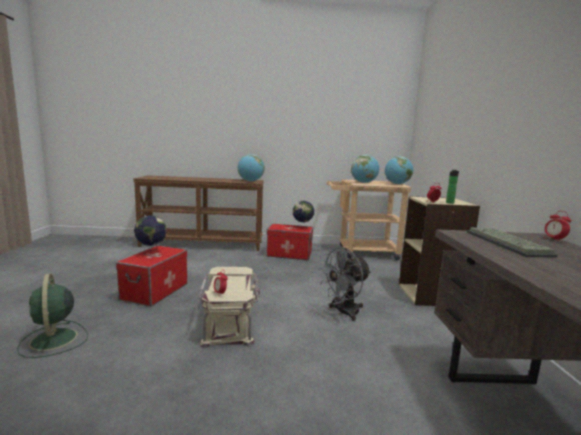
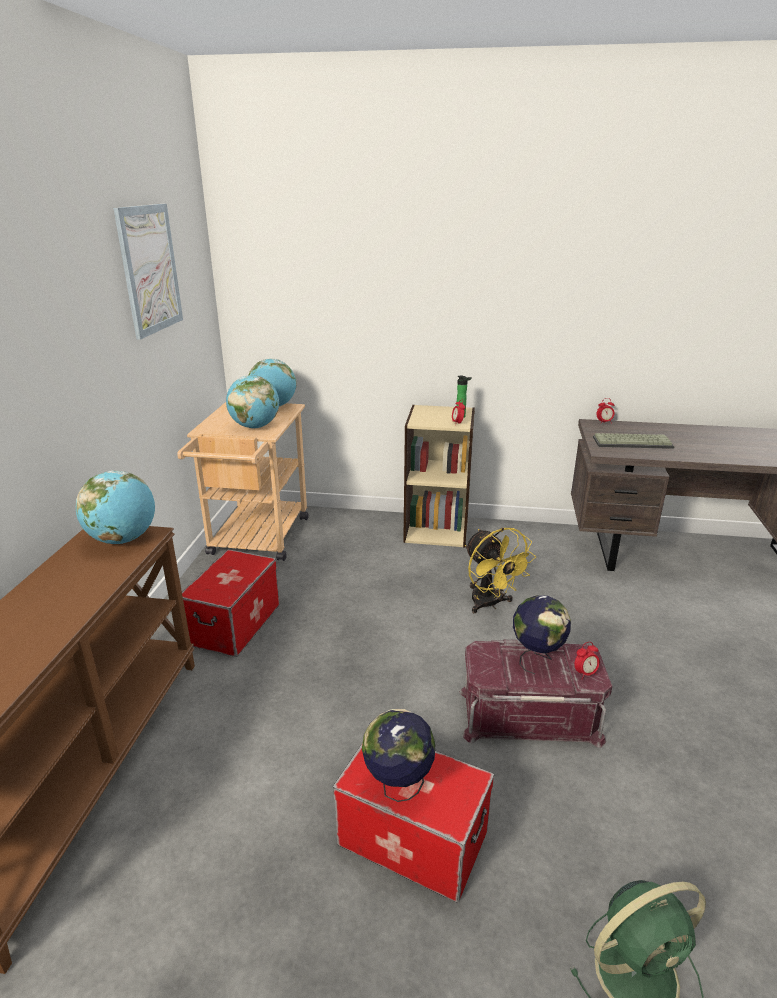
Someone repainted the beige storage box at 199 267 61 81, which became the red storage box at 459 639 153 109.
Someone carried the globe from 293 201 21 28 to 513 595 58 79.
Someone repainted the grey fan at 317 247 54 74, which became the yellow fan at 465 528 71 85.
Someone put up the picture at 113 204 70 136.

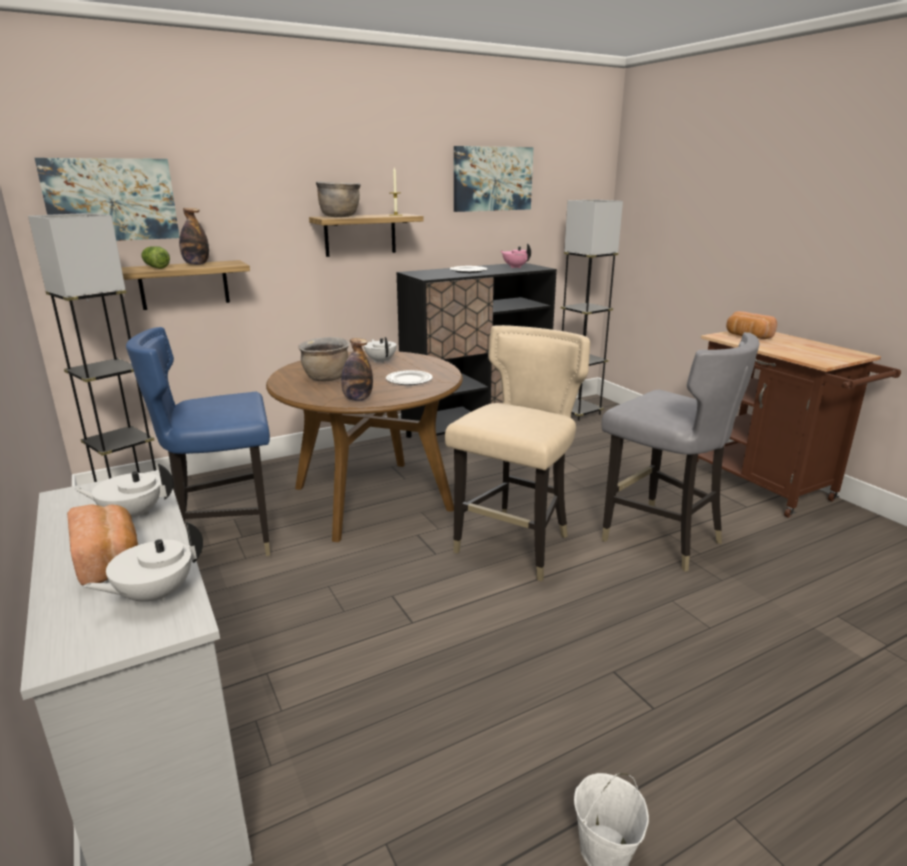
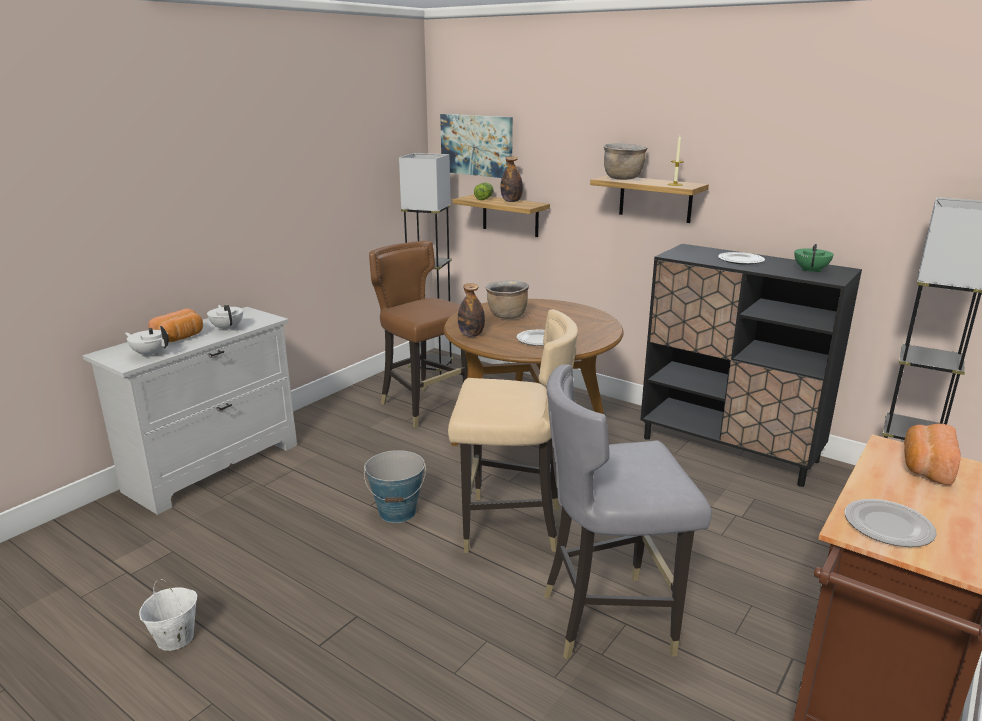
Someone repainted the blue chair at 126 327 144 229, which became the brown chair at 369 241 99 186.
Someone took away the white teapot at 364 337 33 26.
Someone took away the picture at 454 146 79 66.
Someone repainted the pink teapot at 501 244 30 24, which became the green teapot at 794 244 40 29.
Someone rotated the grey chair at 602 332 157 240 by 60 degrees clockwise.
Someone put down the bucket at 364 450 62 73.
Someone put down the plate at 845 499 92 48.

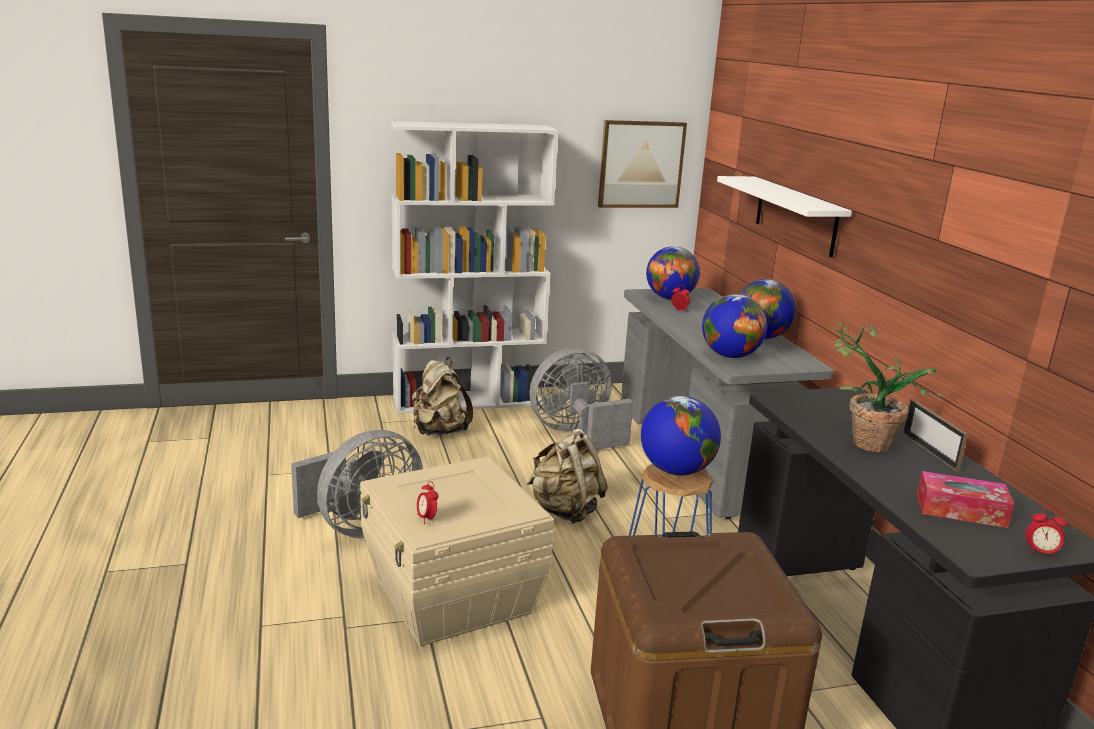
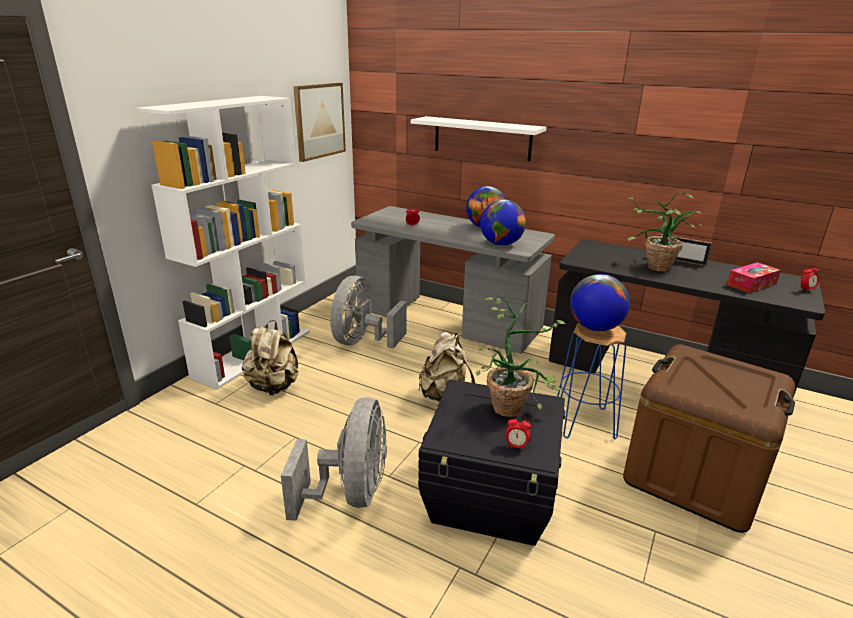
Someone repainted the beige storage box at 360 457 195 189, which became the black storage box at 418 379 147 167.
Someone took away the globe at 646 246 54 53.
Someone put down the potted plant at 475 297 90 120.

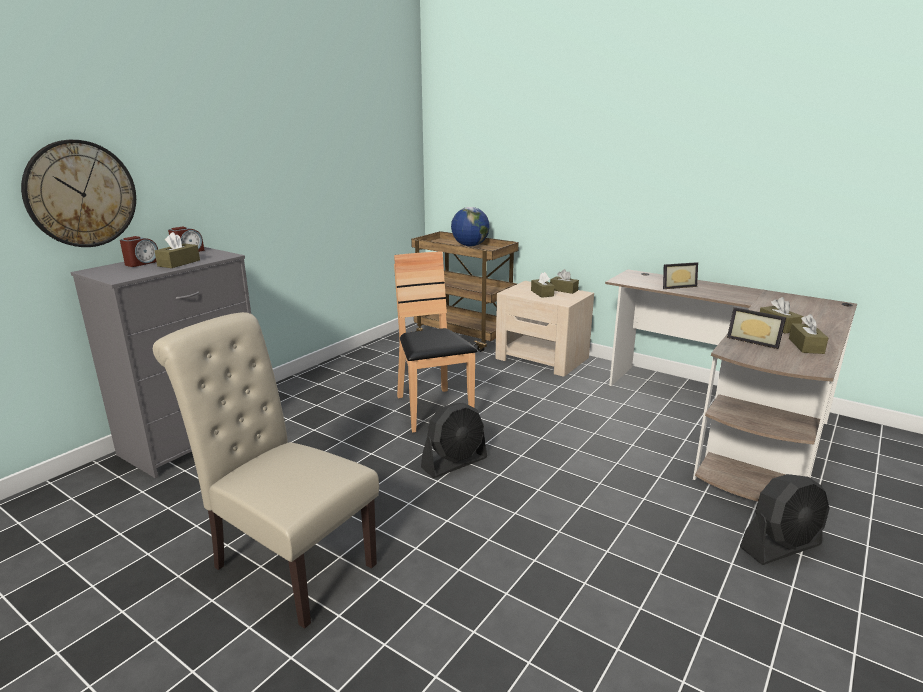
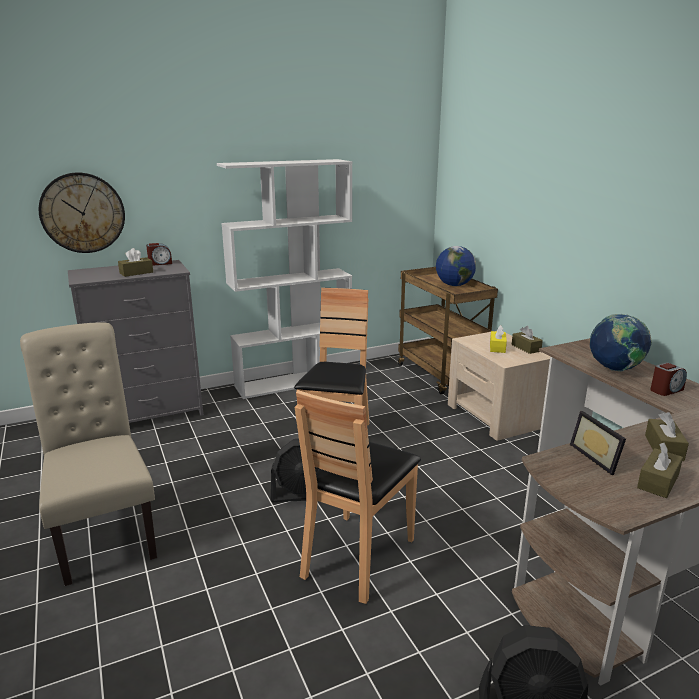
Someone carried the alarm clock from 120 236 38 31 to 650 362 37 34.
Someone repainted the brown tissue box at 531 272 24 26, which became the yellow tissue box at 490 326 17 27.
Someone swapped the picture frame at 663 262 35 27 for the globe at 590 314 62 58.
Someone put down the white bookcase at 217 159 135 240.
Someone put down the brown chair at 295 390 126 214.

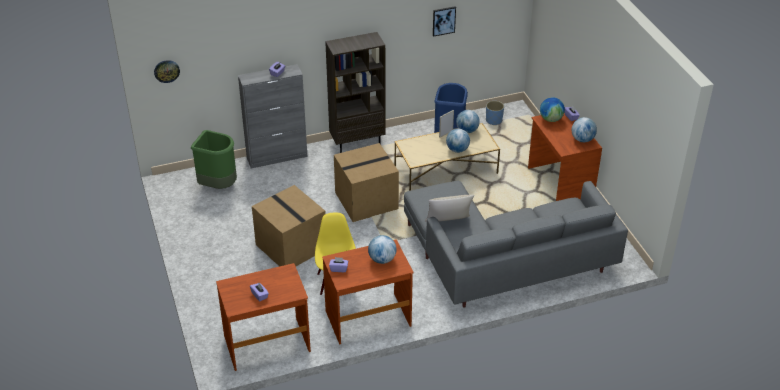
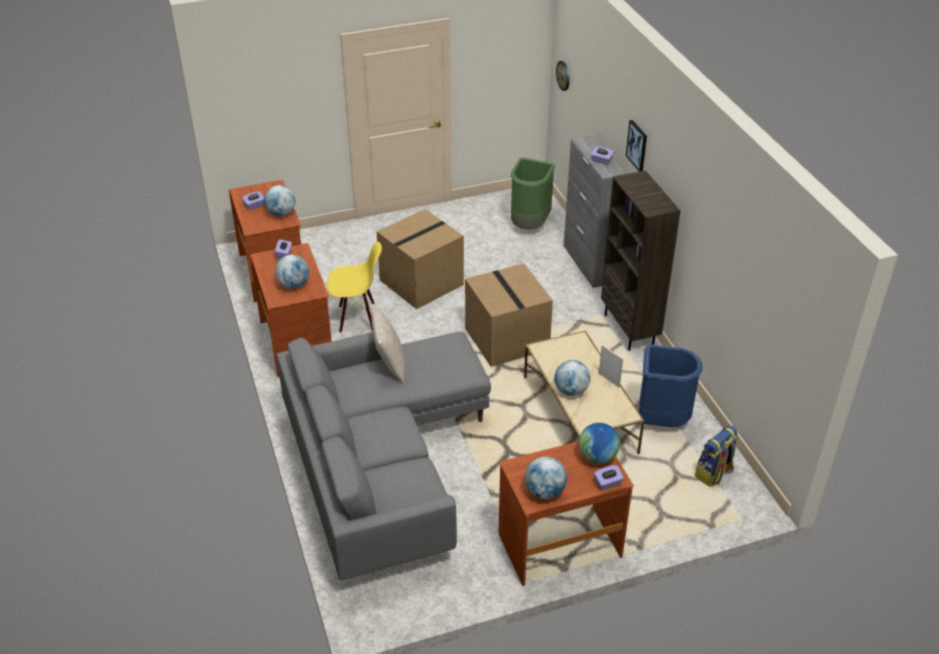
Someone carried the picture from 433 6 23 31 to 626 120 21 51.
Someone carried the globe from 456 110 24 23 to 264 185 31 32.
Someone swapped the blue planter at 486 101 18 24 for the backpack at 695 425 43 62.

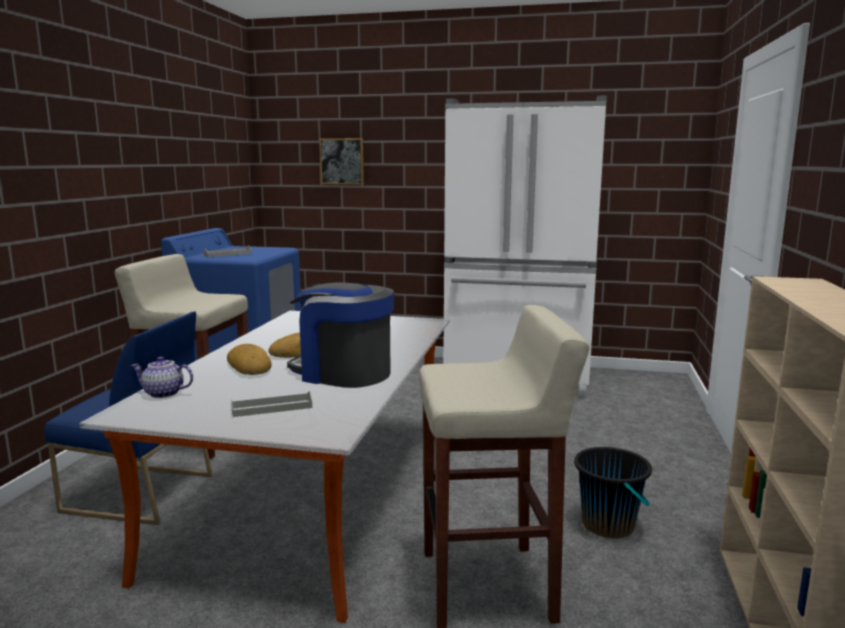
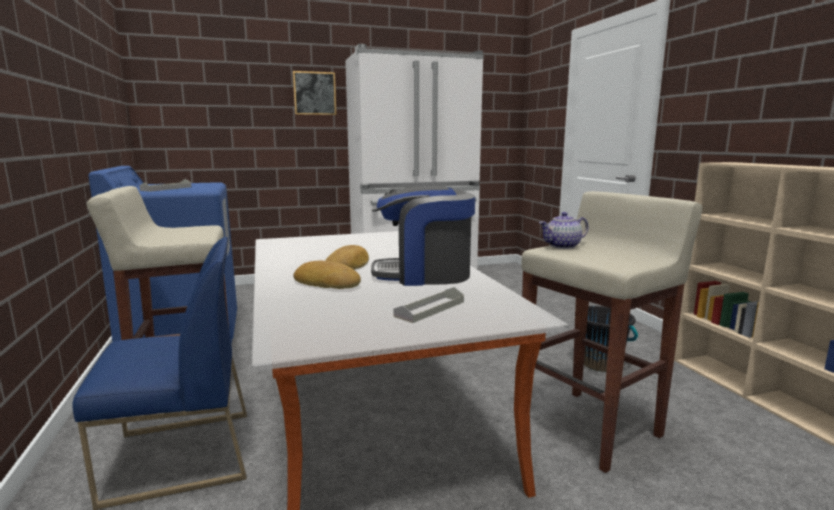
Someone carried the teapot from 131 356 62 42 to 539 212 49 37.
Someone carried the picture from 319 138 45 47 to 293 71 43 44.

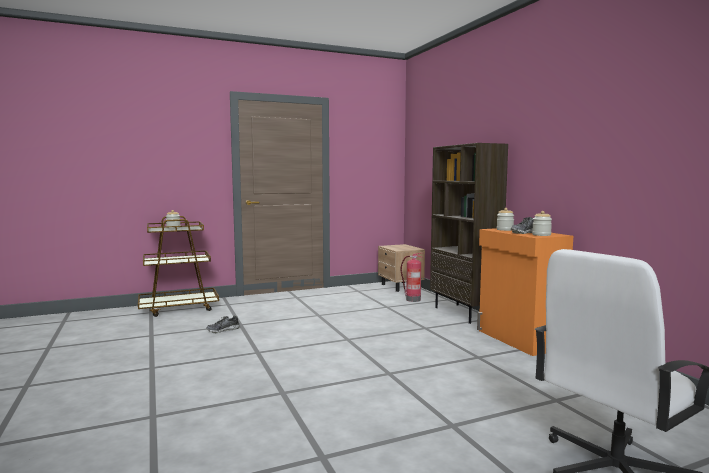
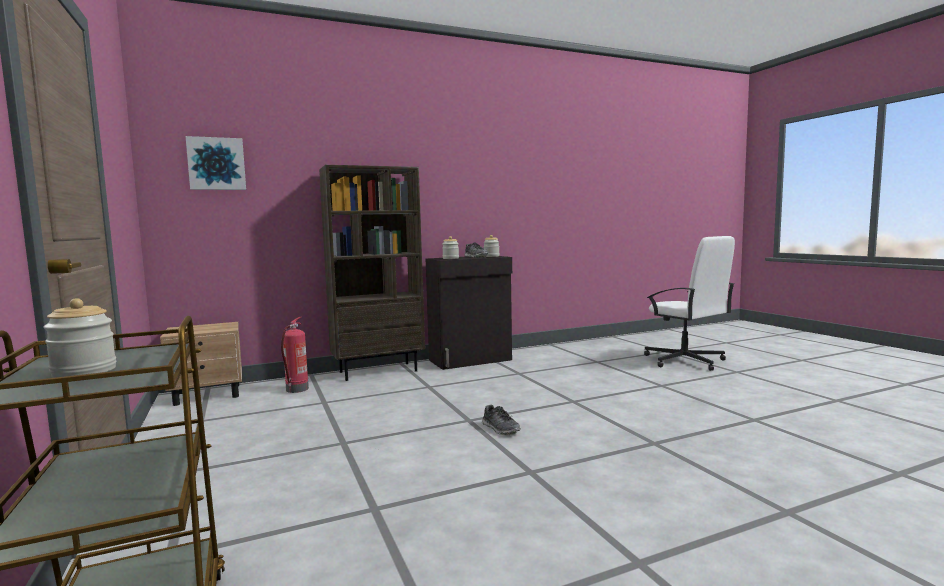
Someone carried the shoe from 206 316 34 17 to 482 405 39 30.
Someone repainted the orange cabinet at 477 228 96 128, which became the black cabinet at 426 256 86 114.
Someone put up the picture at 185 136 61 54.

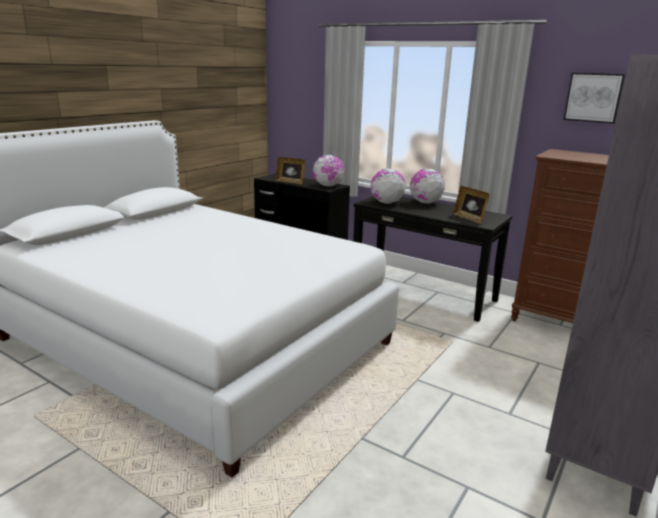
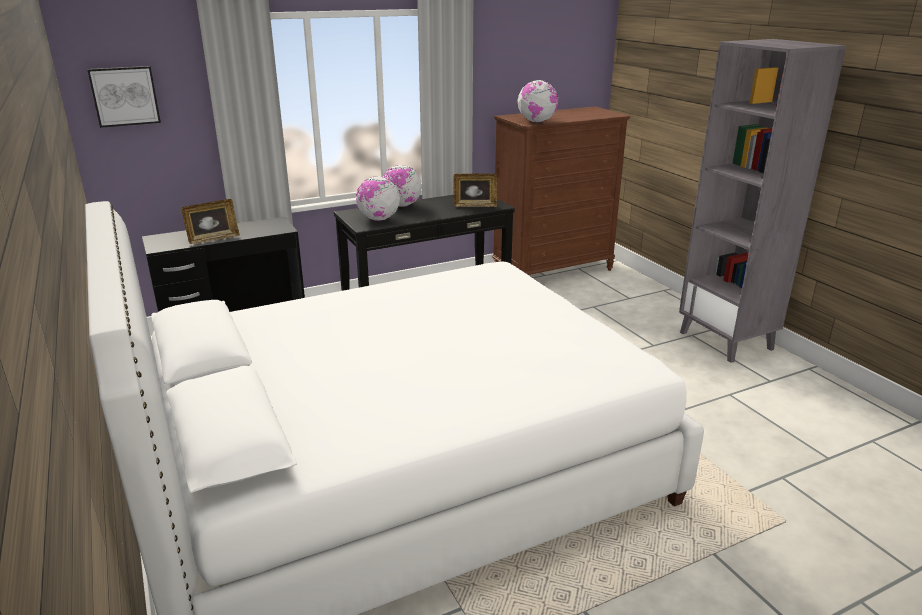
Someone carried the globe from 313 155 31 32 to 517 80 41 42.
Someone carried the picture from 563 73 62 51 to 87 66 74 62.

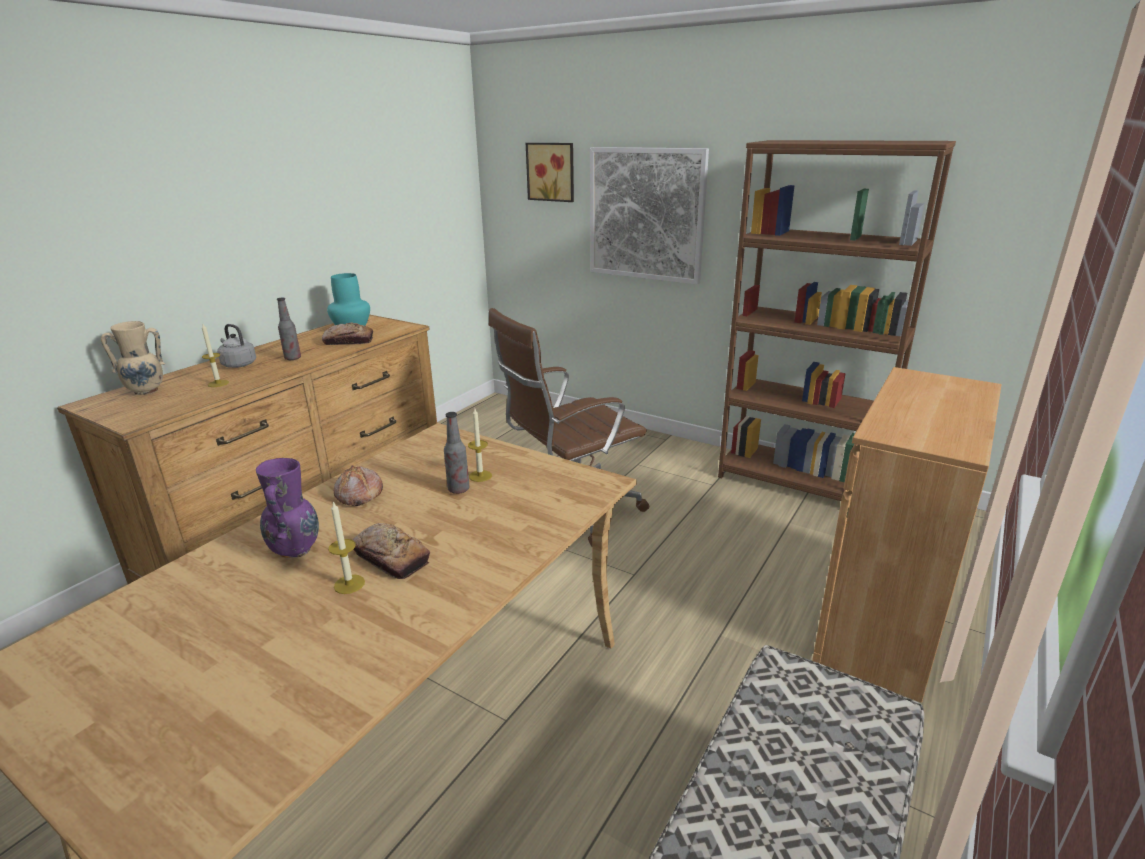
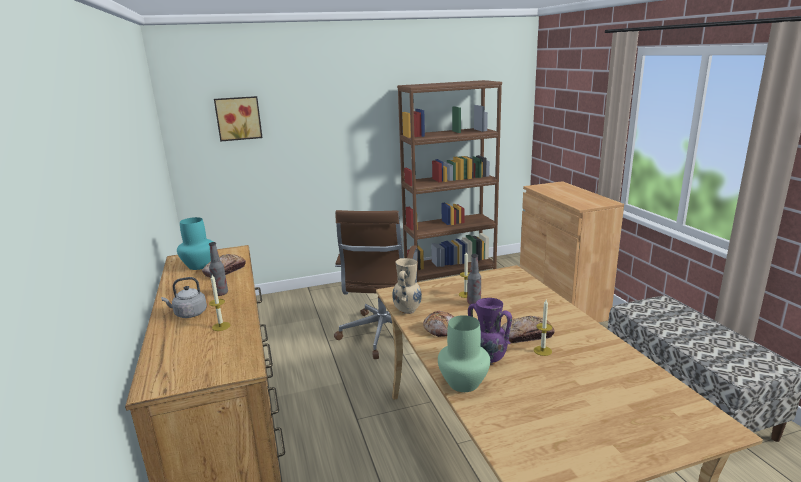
Someone carried the beige vase from 101 321 65 74 to 392 258 30 56.
Someone took away the picture at 590 147 119 138.
Someone put down the green vase at 438 315 52 77.

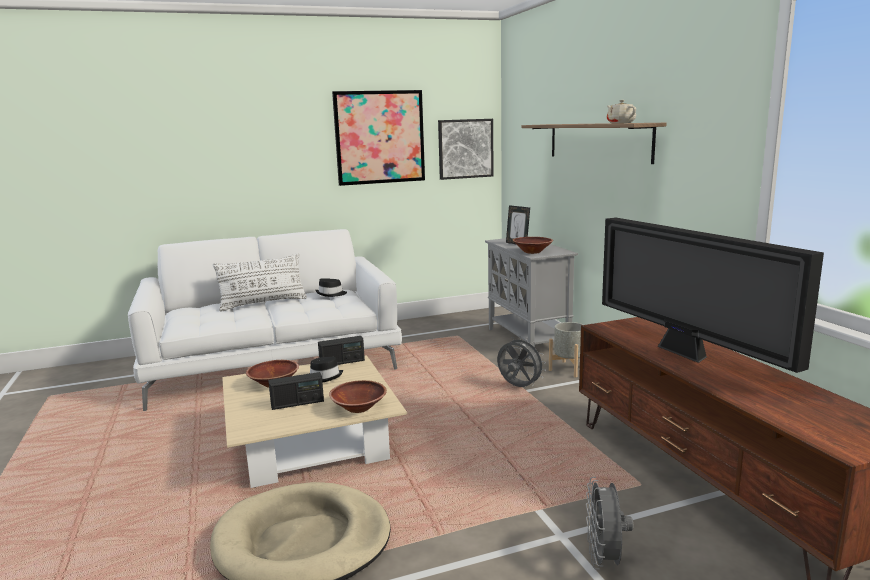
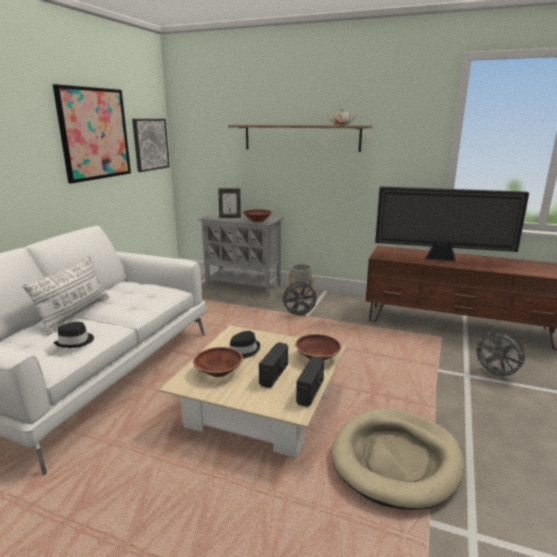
Someone carried the black hat from 315 278 32 19 to 54 322 40 26.
Someone carried the radio from 318 336 47 29 to 296 357 28 50.

